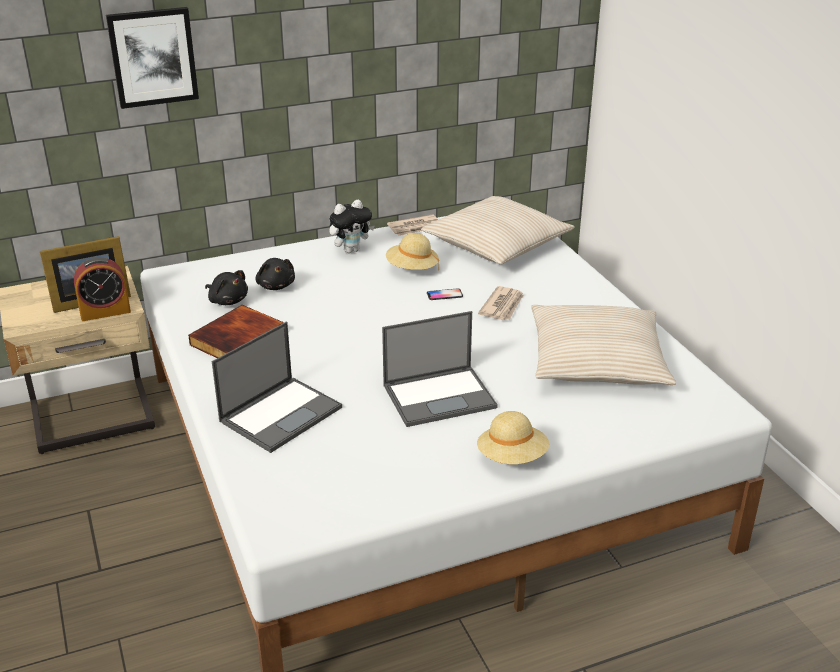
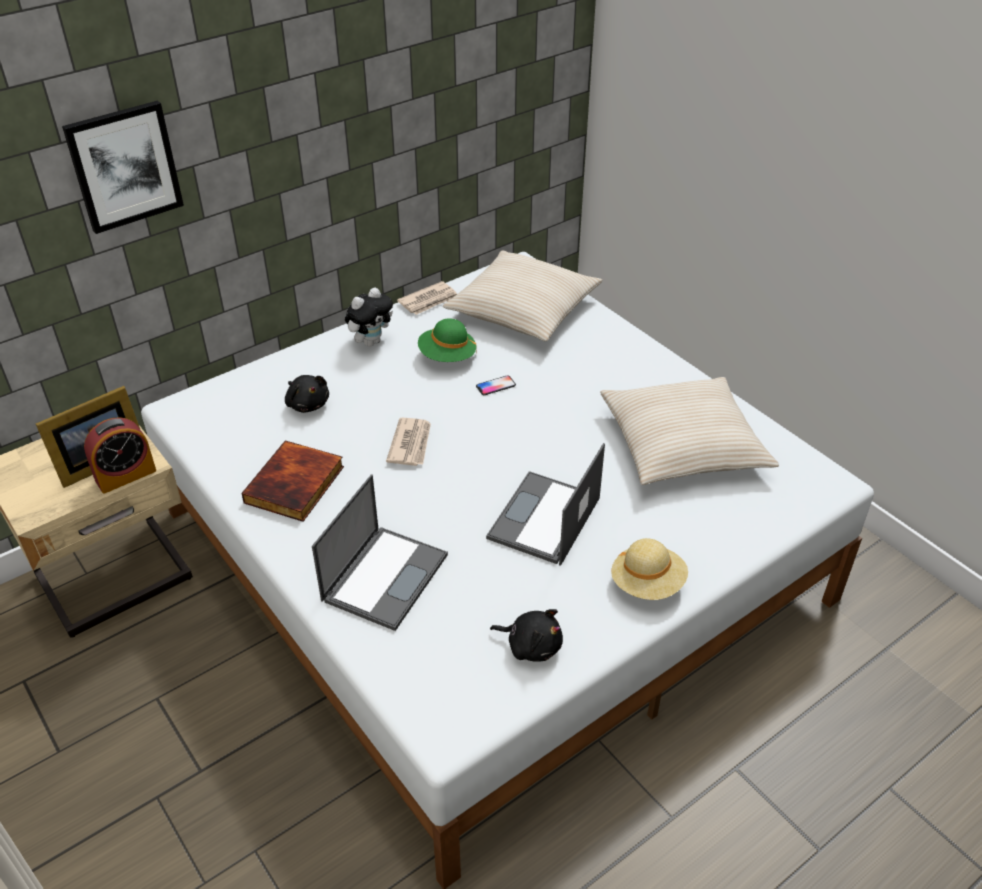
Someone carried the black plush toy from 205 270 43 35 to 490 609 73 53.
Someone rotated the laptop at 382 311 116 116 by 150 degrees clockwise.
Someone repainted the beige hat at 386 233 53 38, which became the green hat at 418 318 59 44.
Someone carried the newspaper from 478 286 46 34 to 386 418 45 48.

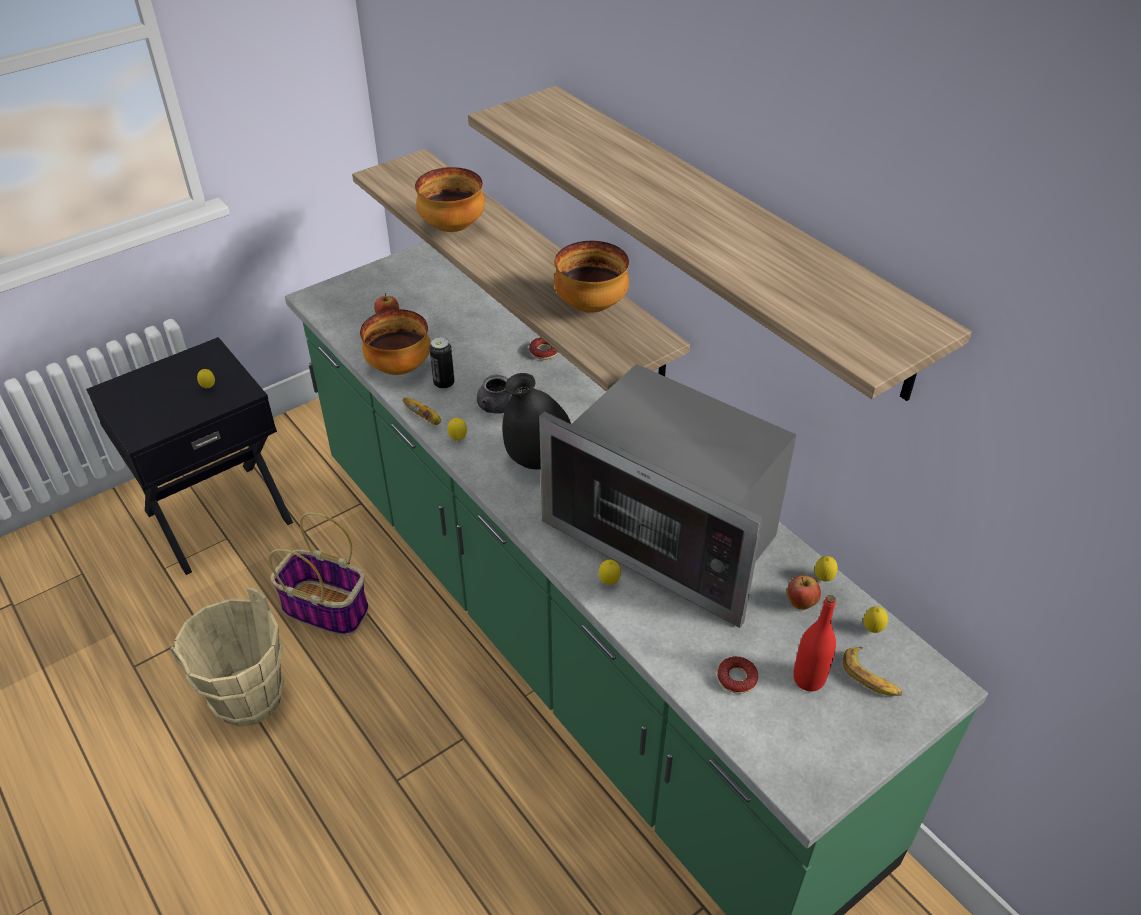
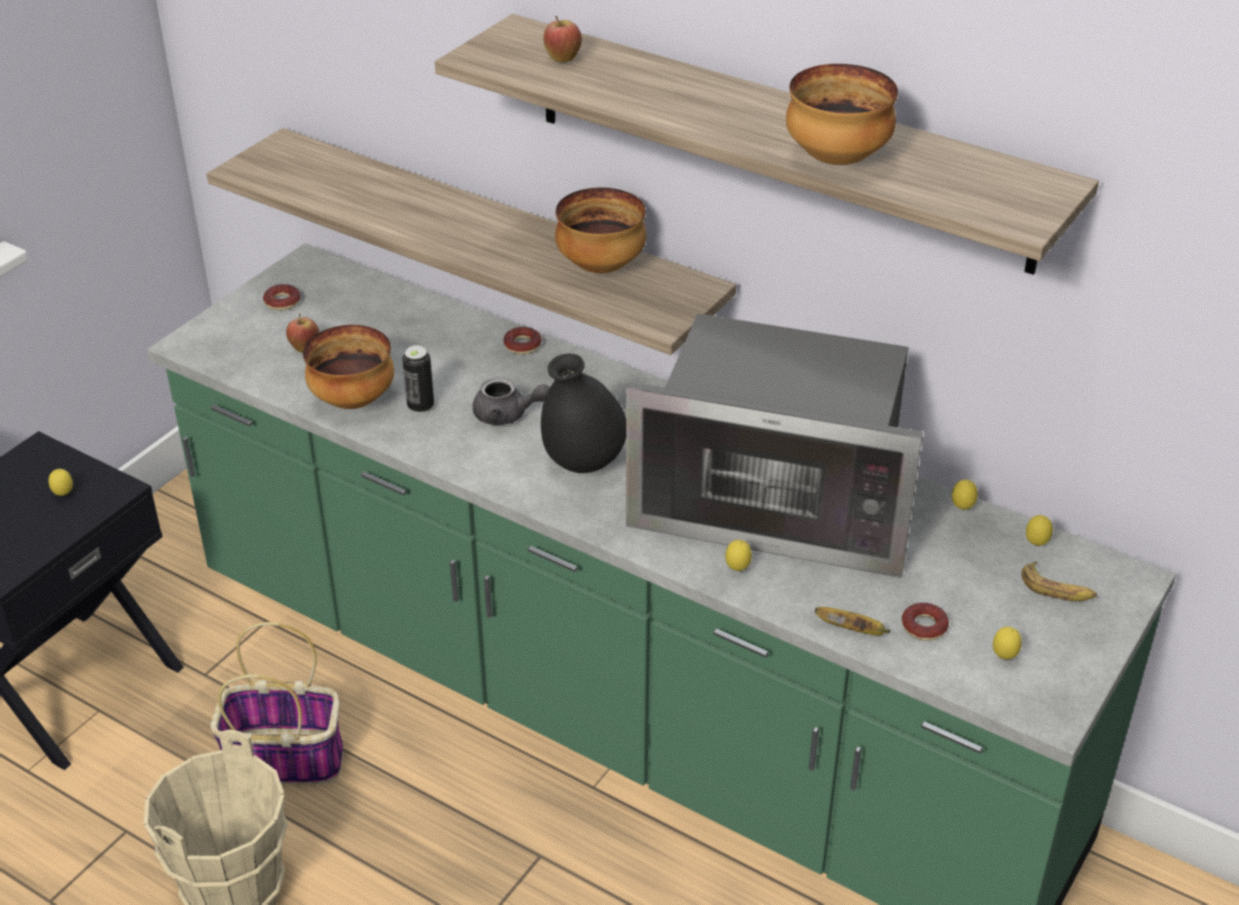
Someone carried the banana from 403 398 38 27 to 815 607 76 28.
Someone carried the bowl from 415 167 70 65 to 786 64 112 101.
Someone carried the lemon from 447 418 20 23 to 993 627 29 32.
Someone carried the apple from 787 575 34 35 to 543 16 39 46.
Someone took away the red bottle at 793 595 43 96.
Someone put down the donut at 263 284 38 26.

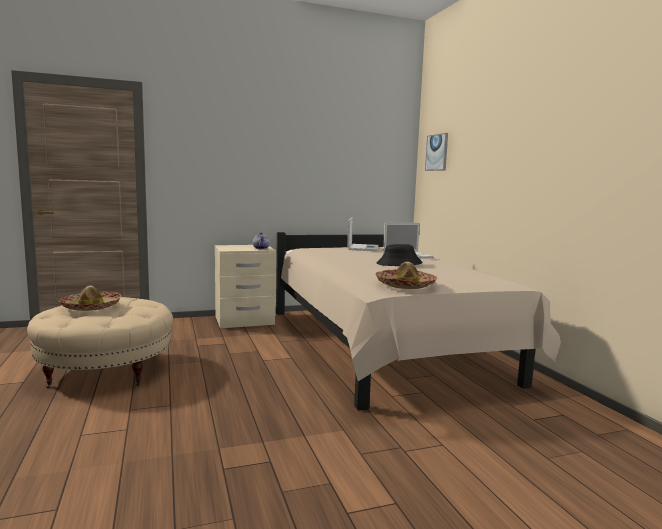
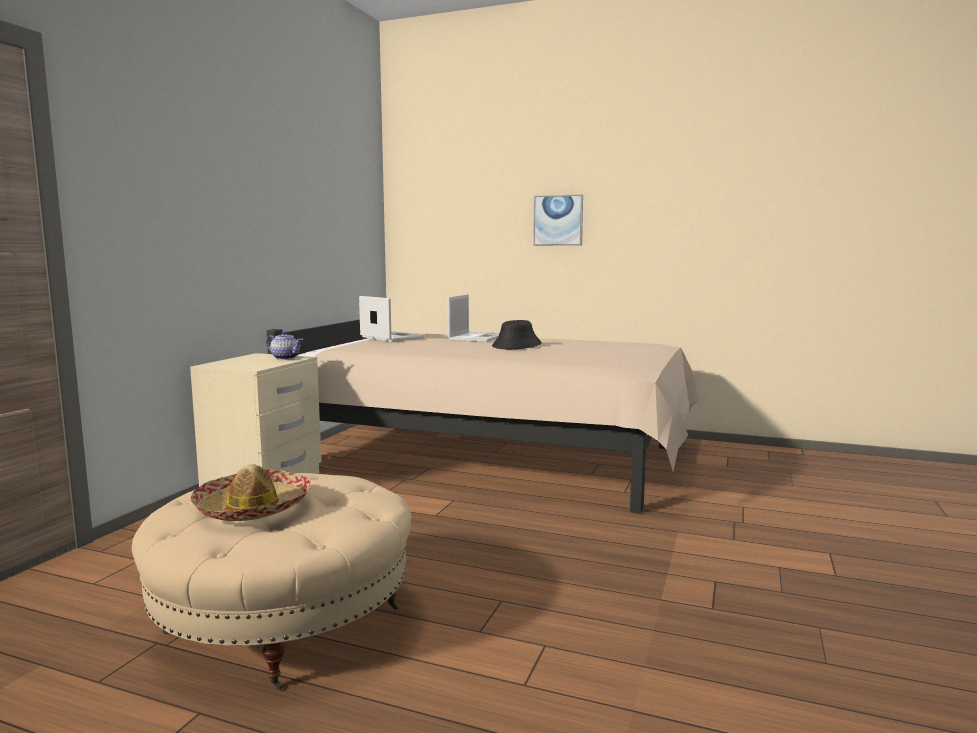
Someone took away the hat at 375 262 63 27.
Someone carried the picture from 425 133 23 38 to 533 194 50 52.

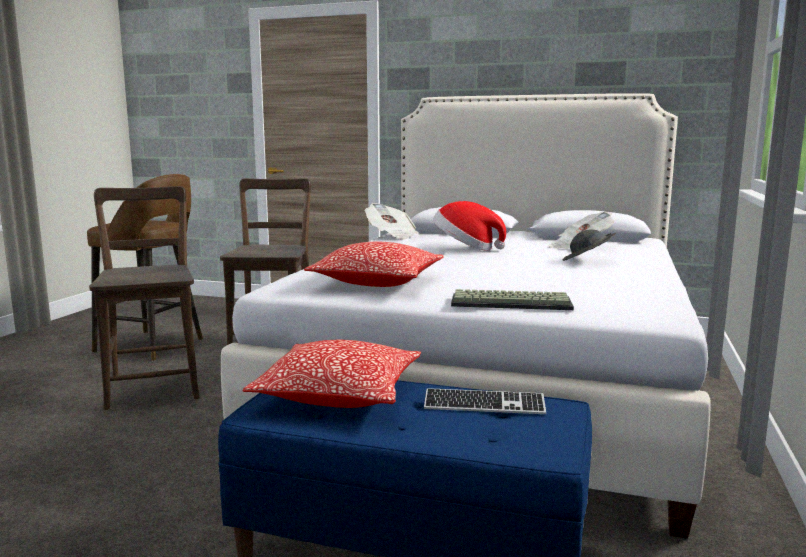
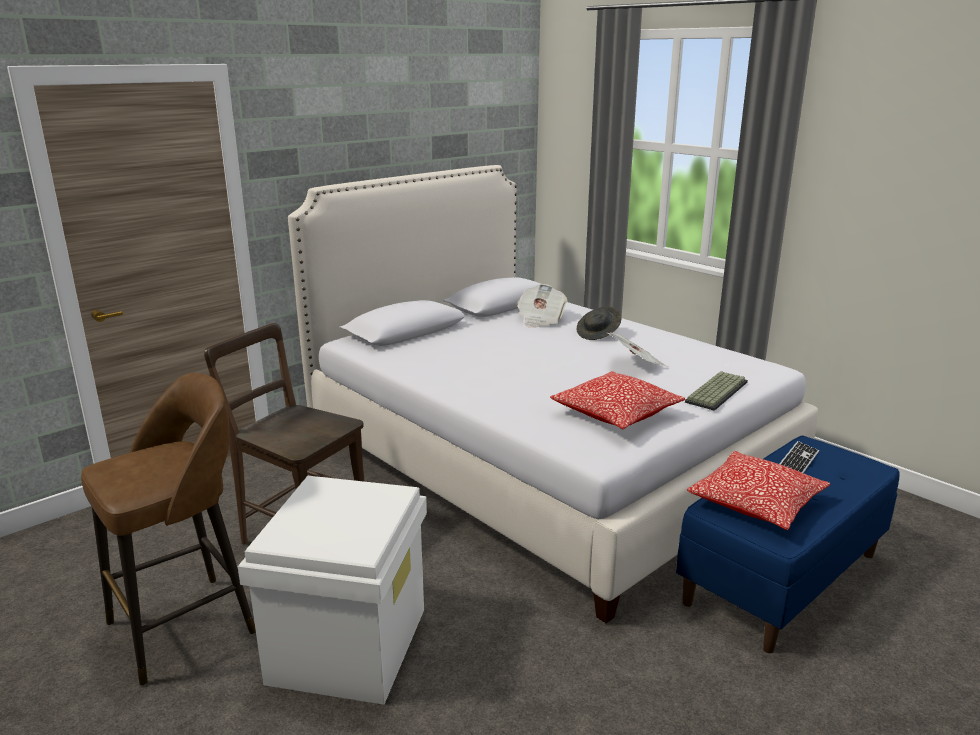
Someone swapped the brown chair at 89 186 111 224 for the white storage box at 238 476 189 229.
Someone carried the newspaper from 364 203 55 37 to 607 333 62 34.
Someone took away the hat at 433 201 73 50.

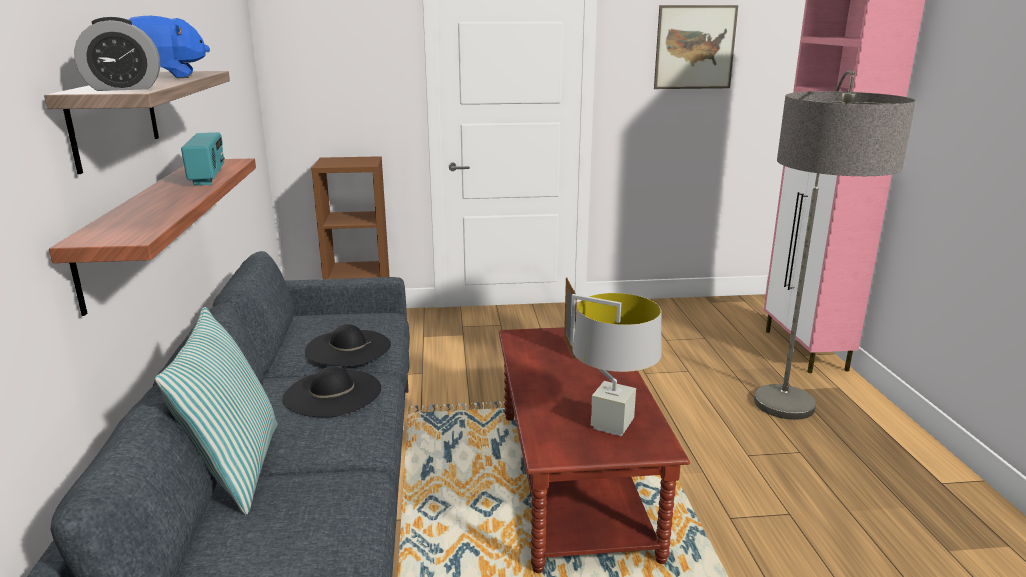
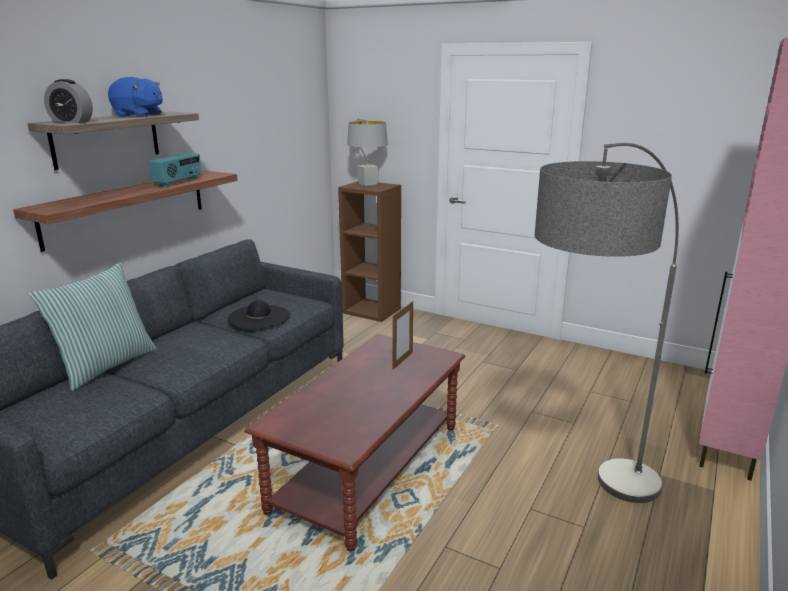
Someone took away the black hat at 282 366 99 52.
Someone carried the grey table lamp from 570 293 91 143 to 347 118 41 68.
Someone took away the picture at 654 5 84 84.

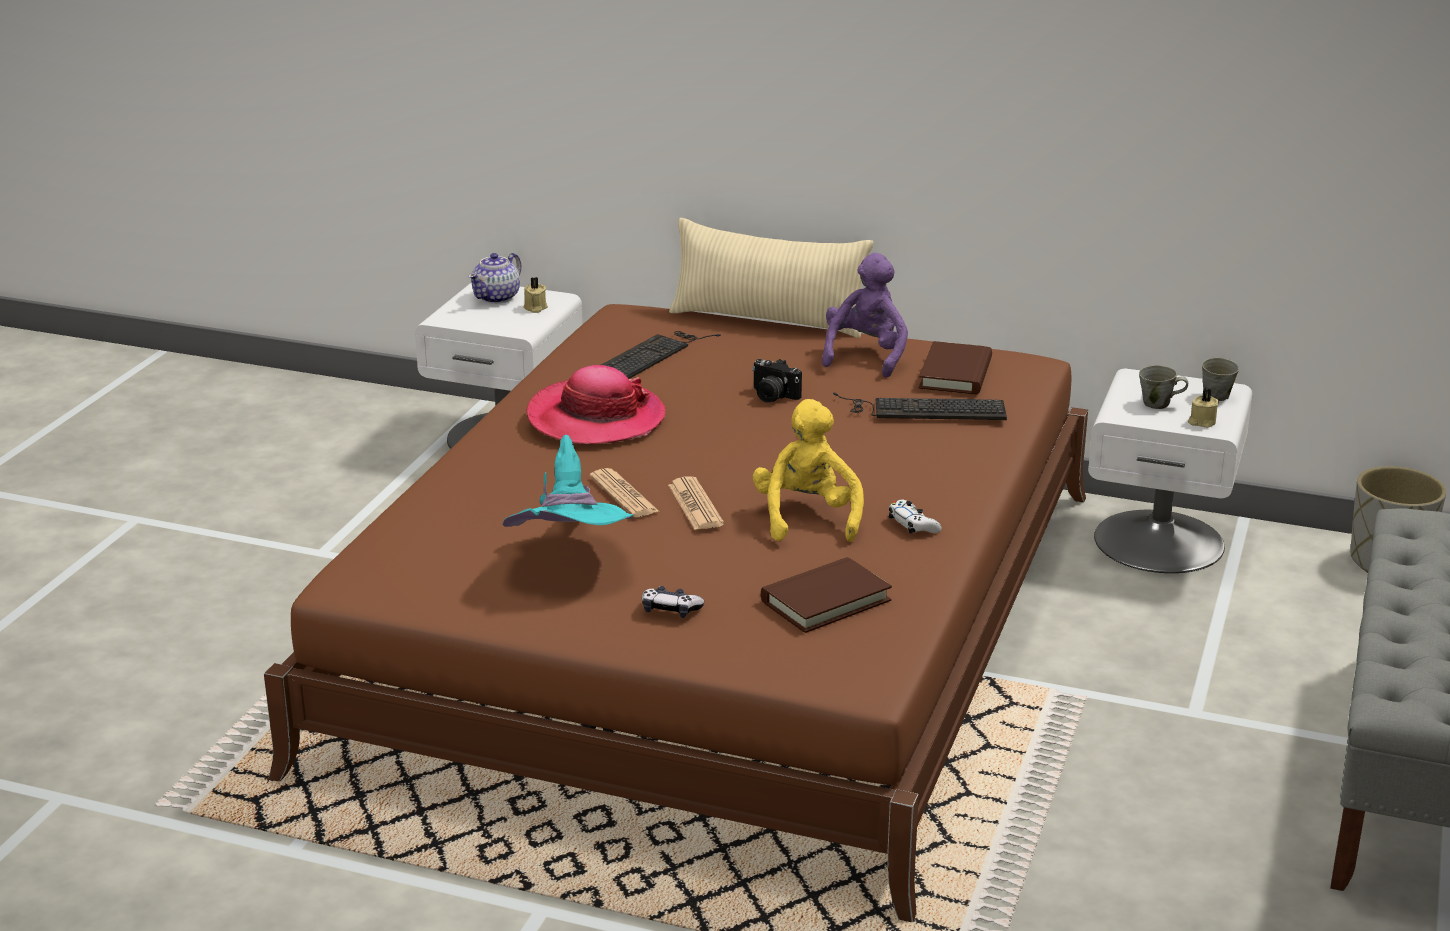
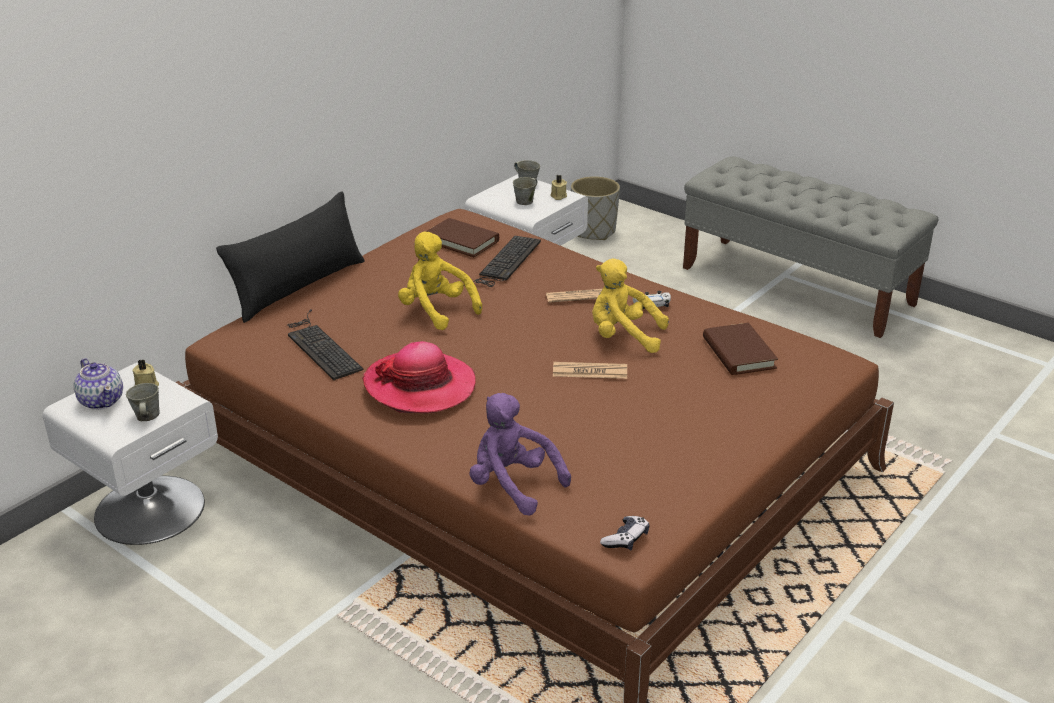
Someone took away the turquoise hat at 503 435 130 92.
Someone carried the newspaper from 590 468 70 49 to 546 289 56 14.
Someone carried the game controller from 642 586 63 32 to 600 516 49 34.
Someone repainted the beige pillow at 669 218 204 120, which became the black pillow at 216 191 149 132.
Someone swapped the photo camera at 752 359 50 44 for the yellow plush toy at 398 231 84 99.
Someone carried the purple plush toy from 822 253 86 125 to 469 393 102 123.
Someone put down the grey mug at 126 383 34 38.

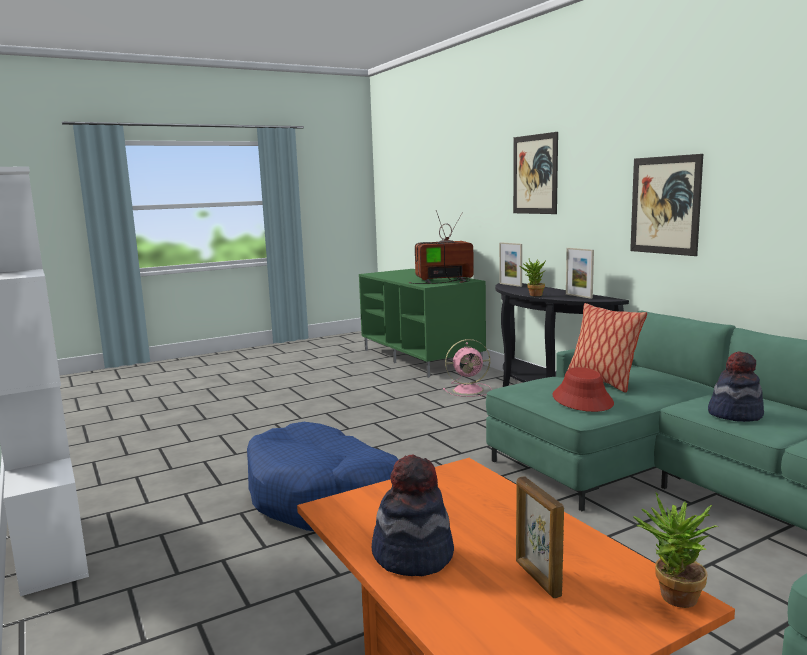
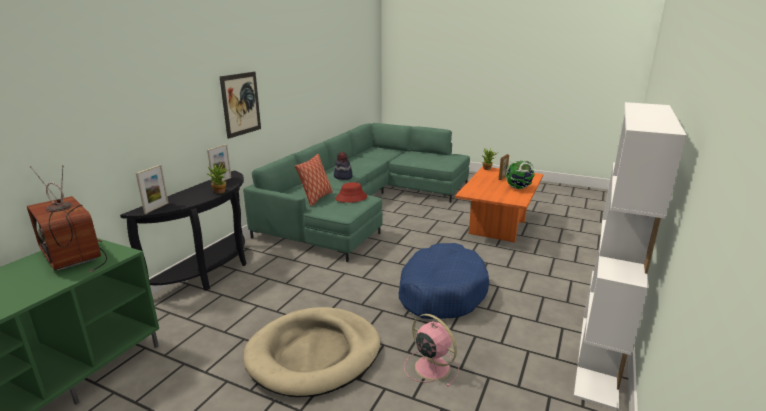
Someone swapped the hat at 372 455 82 121 for the globe at 506 160 28 29.
Someone carried the pink fan from 443 339 49 58 to 404 314 55 73.
Someone took away the picture at 513 132 45 82.
Someone put down the beige dog bed at 243 307 138 90.

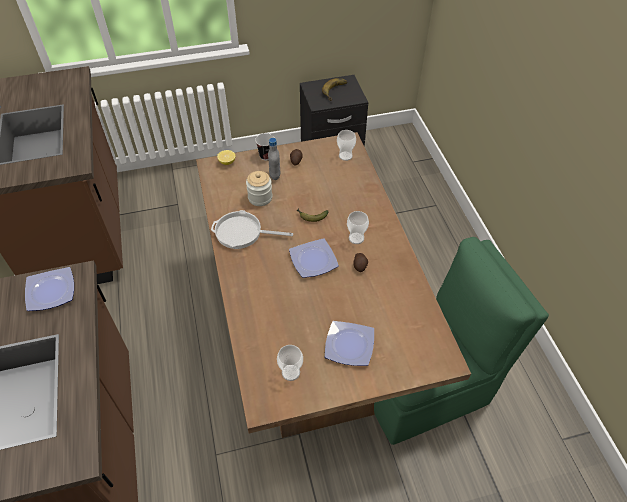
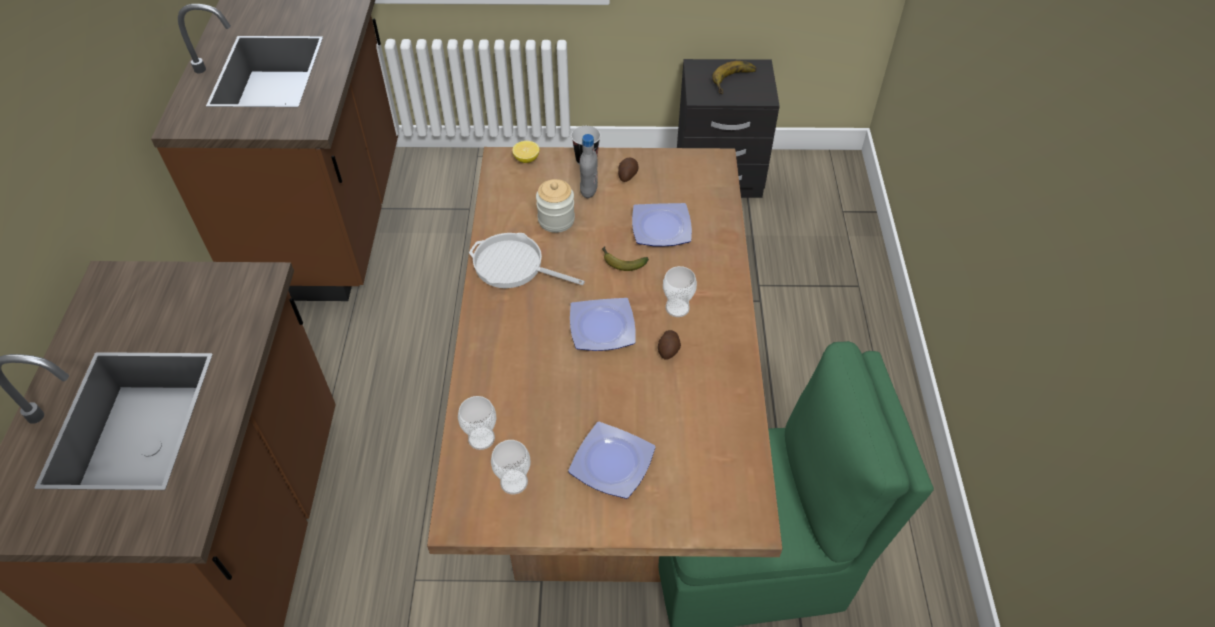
Someone carried the plate from 25 267 49 44 to 632 203 60 43.
Someone carried the cup from 337 130 19 31 to 458 396 38 54.

